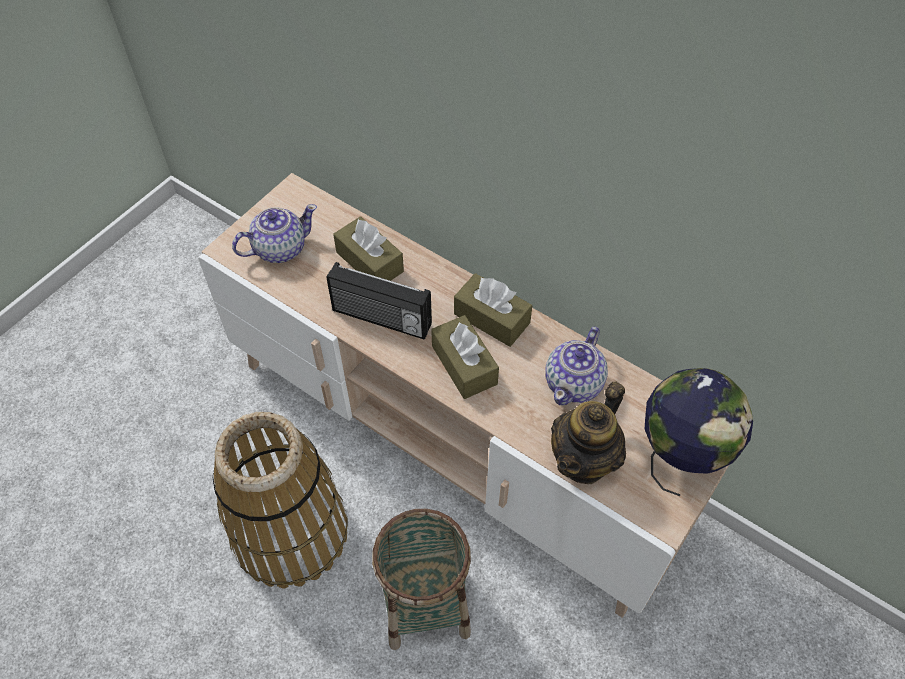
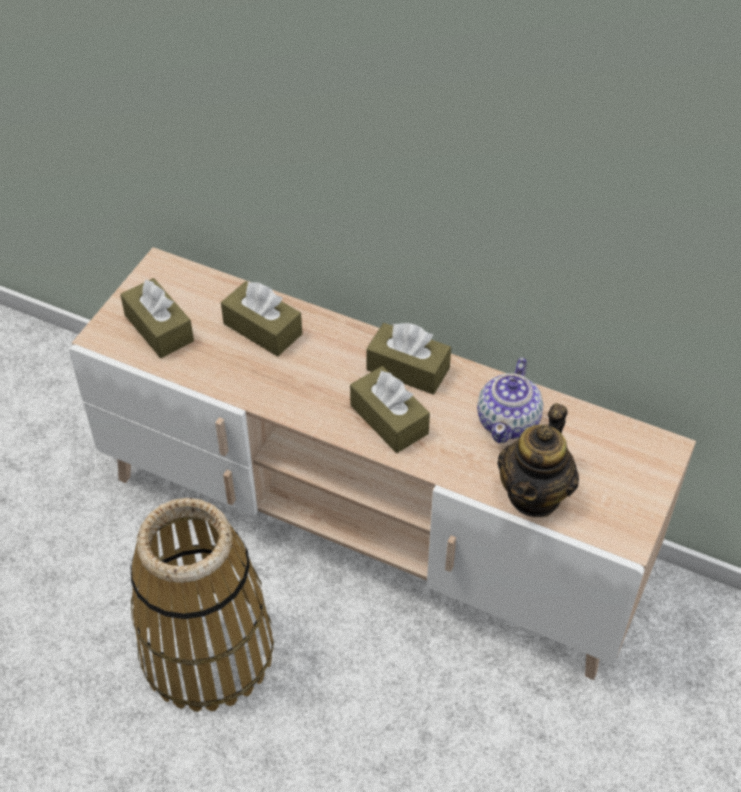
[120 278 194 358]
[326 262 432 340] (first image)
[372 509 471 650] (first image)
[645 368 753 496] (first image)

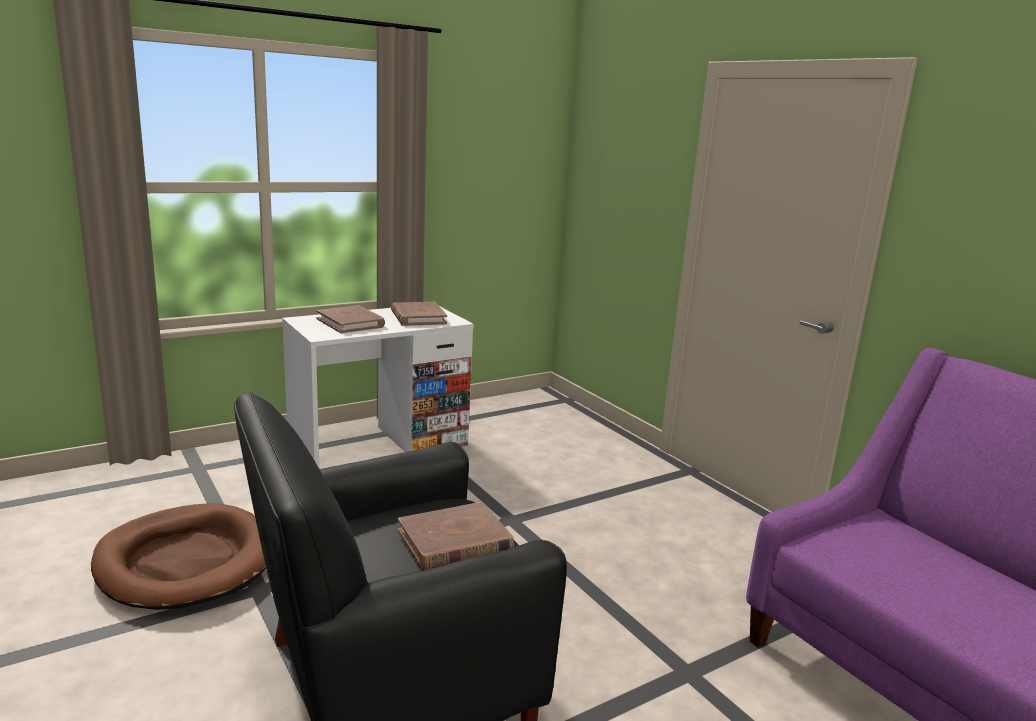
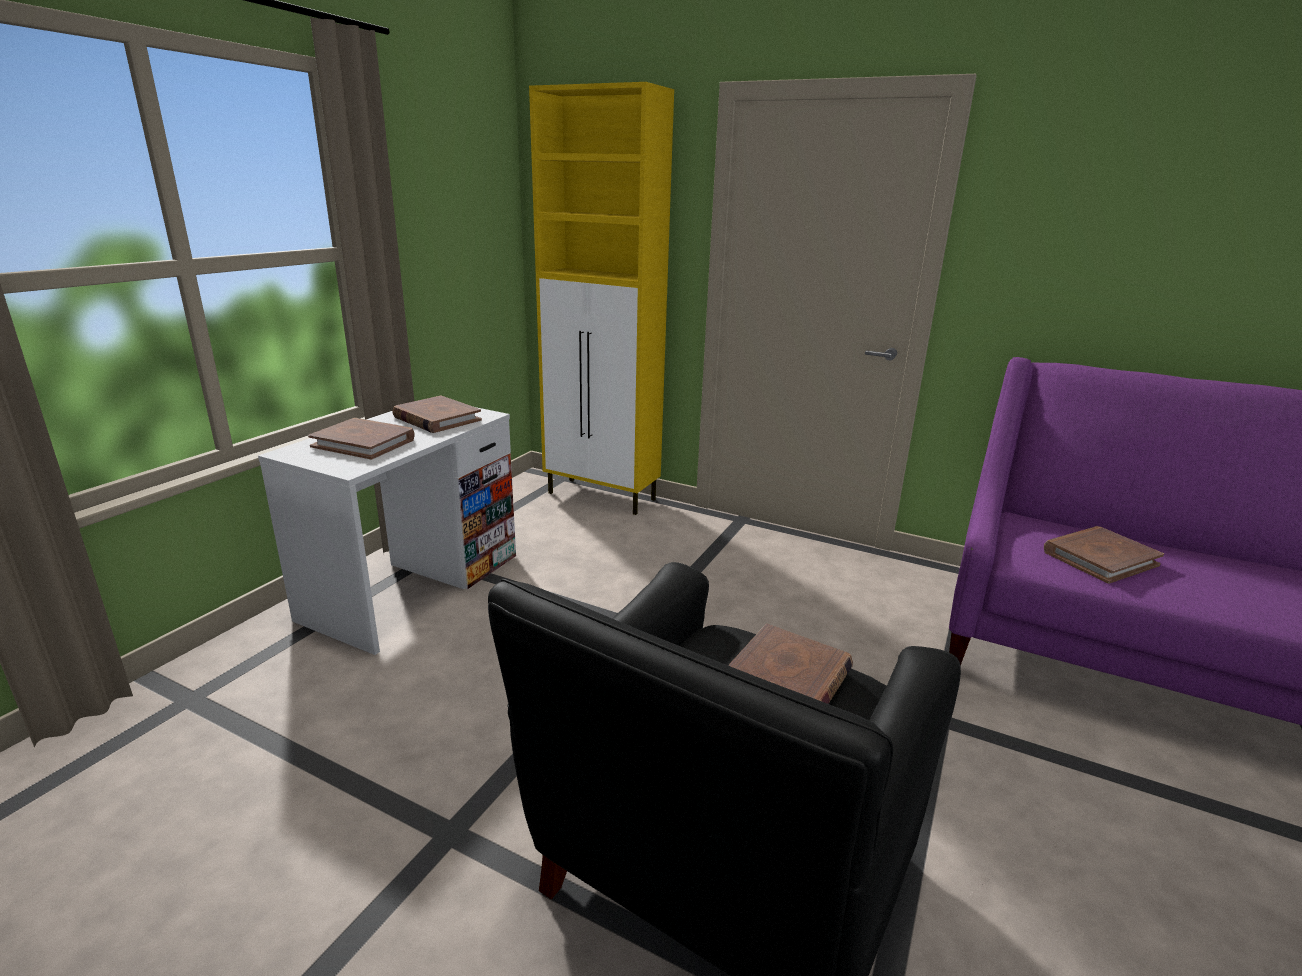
[91 503 266 610] (first image)
[529 82 674 515]
[1044 526 1164 584]

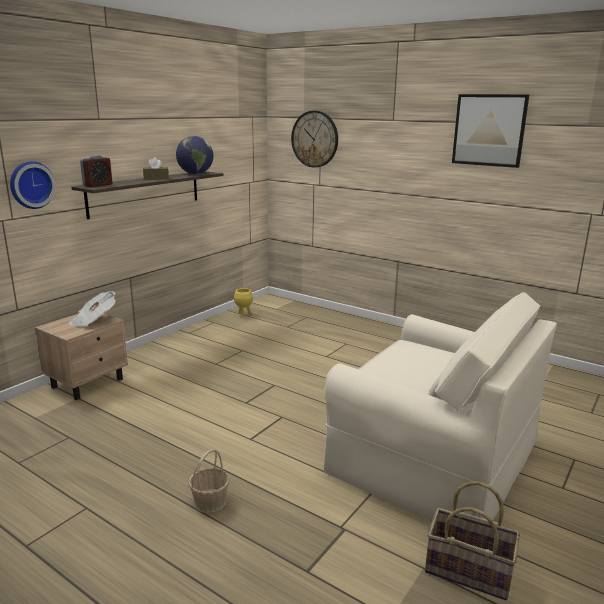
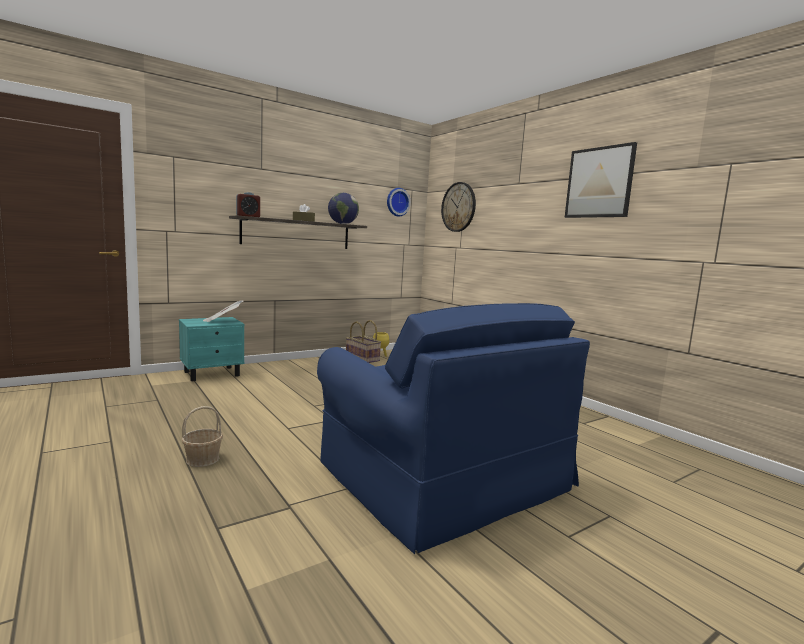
[387 188 411 216]
[179 317 244 381]
[317 303 590 554]
[346 320 381 363]

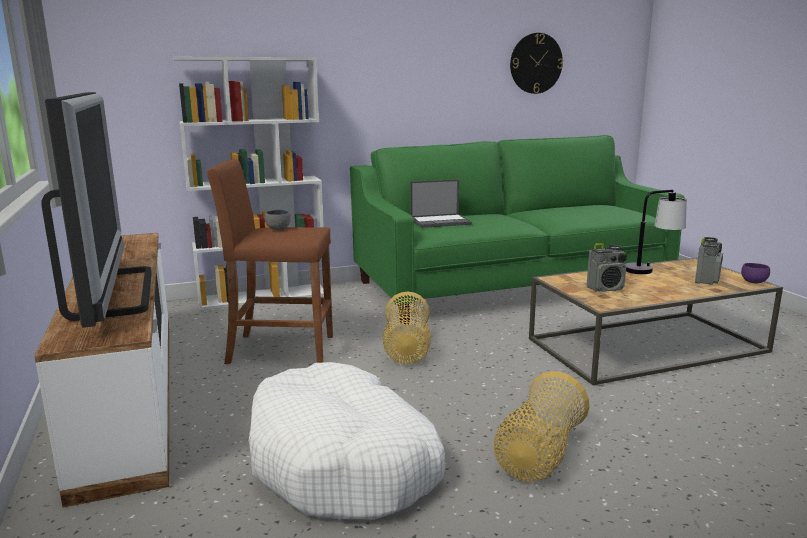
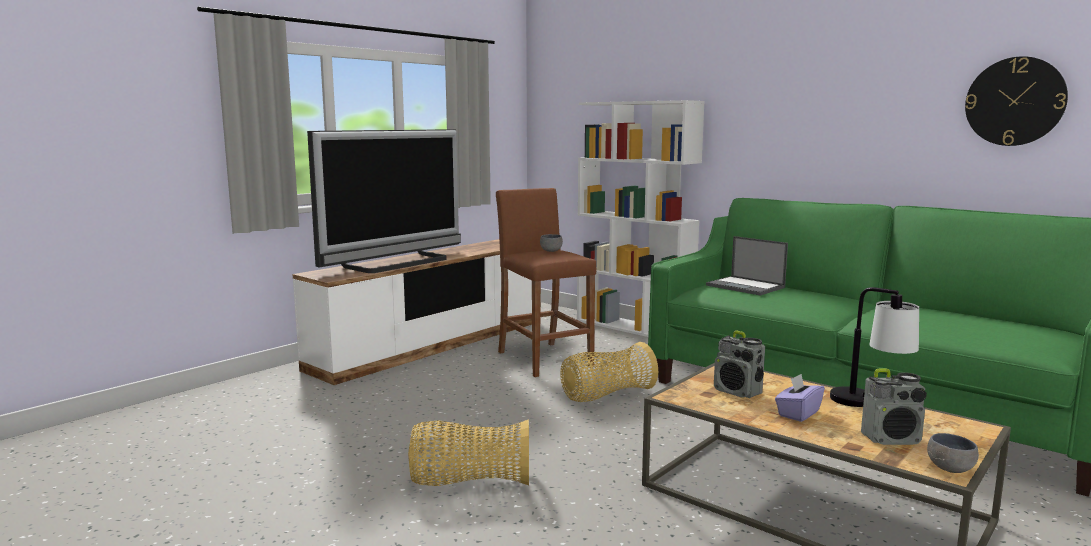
[248 362 445 519] (first image)
[927 433 979 473]
[775 374 825 422]

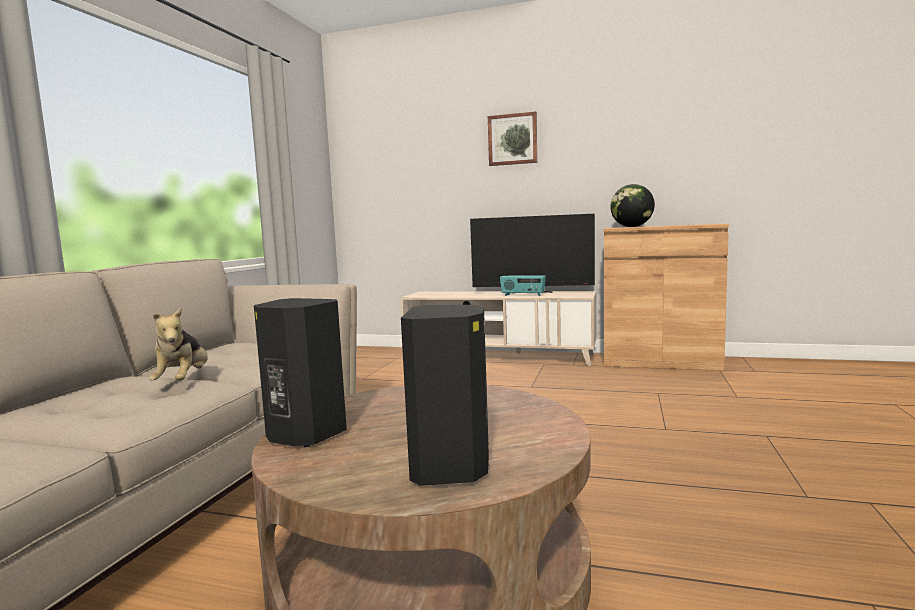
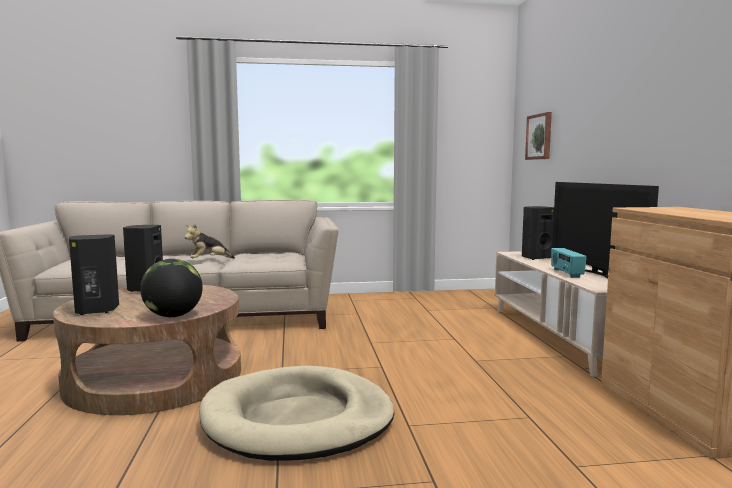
[525 112 552 160]
[140 259 203 317]
[199 366 394 461]
[522 206 554 260]

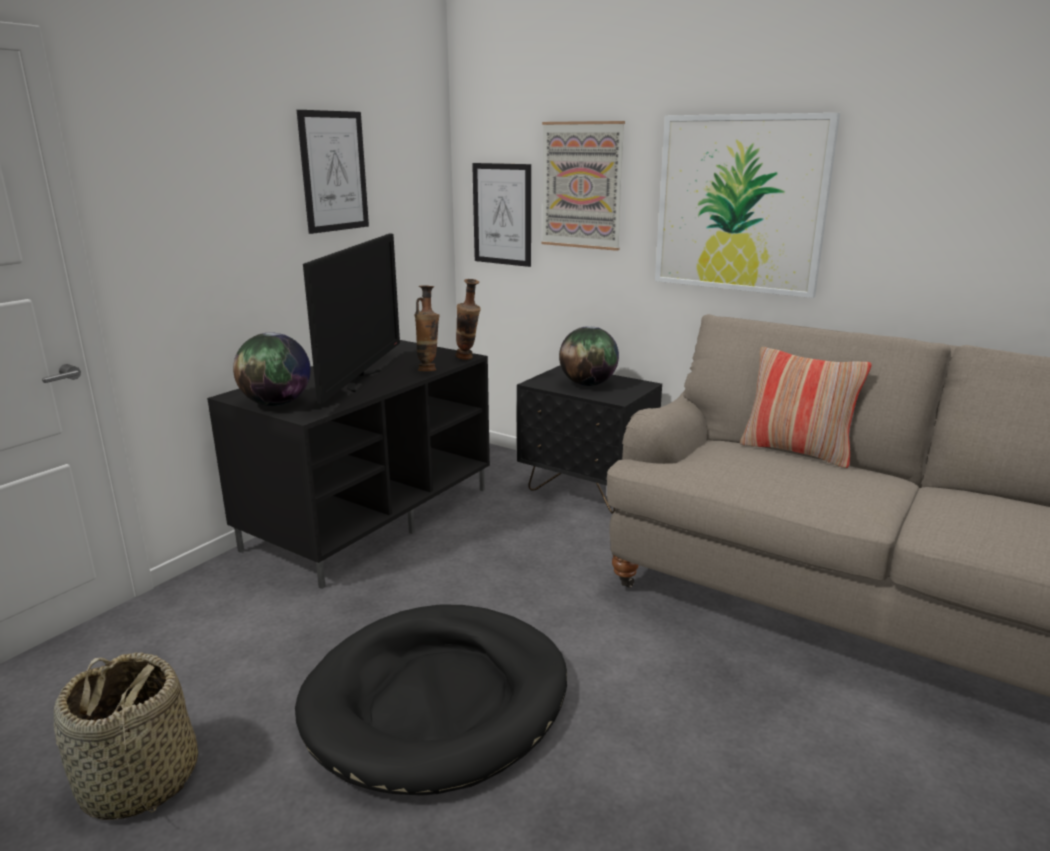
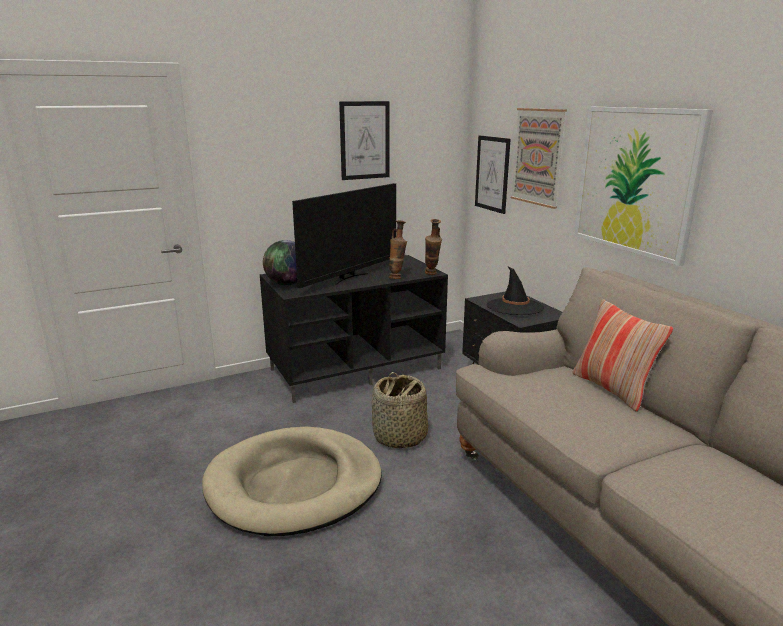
[372 372 428 448]
[202 427 382 536]
[487 266 544 315]

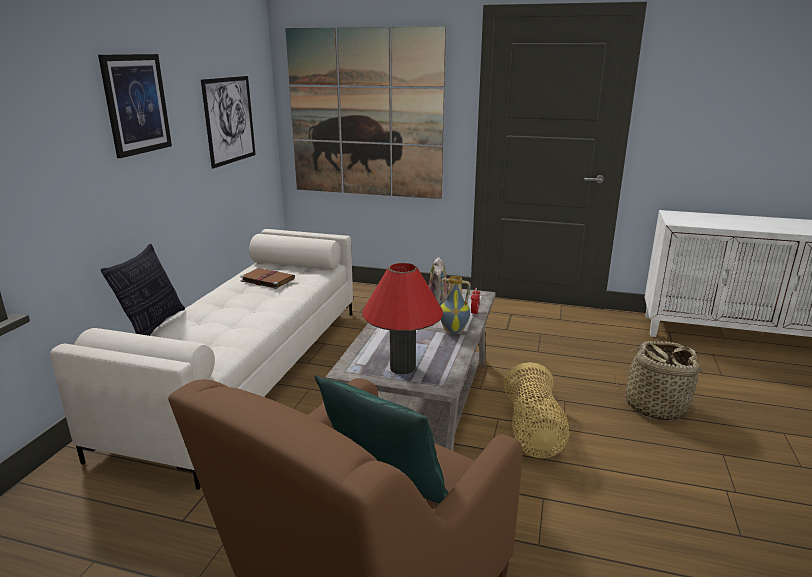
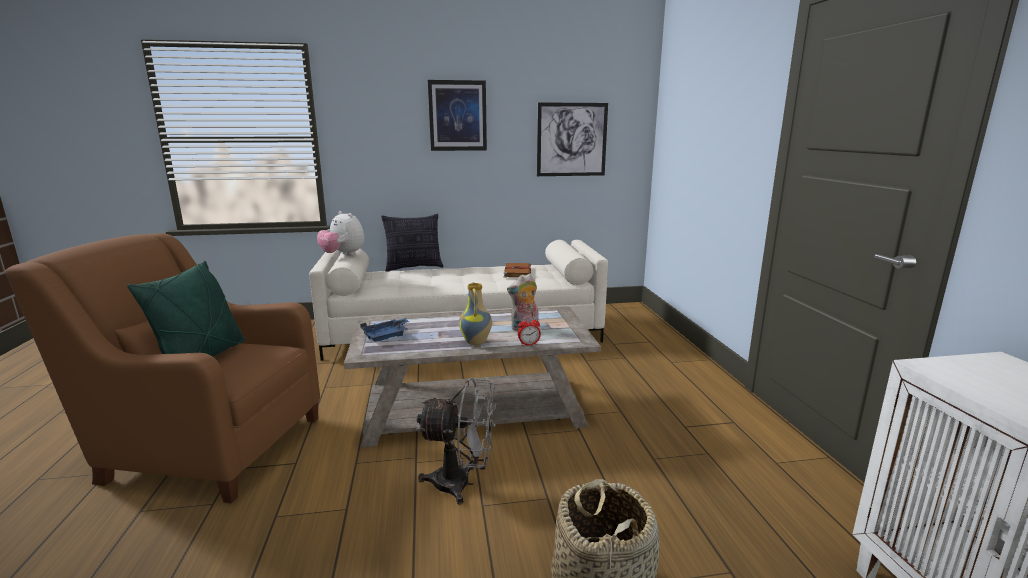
[285 27 446 199] (first image)
[360 319 409 342]
[417 378 496 505]
[317 211 365 256]

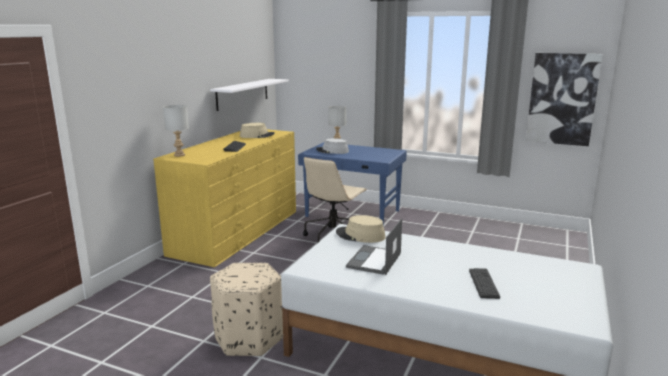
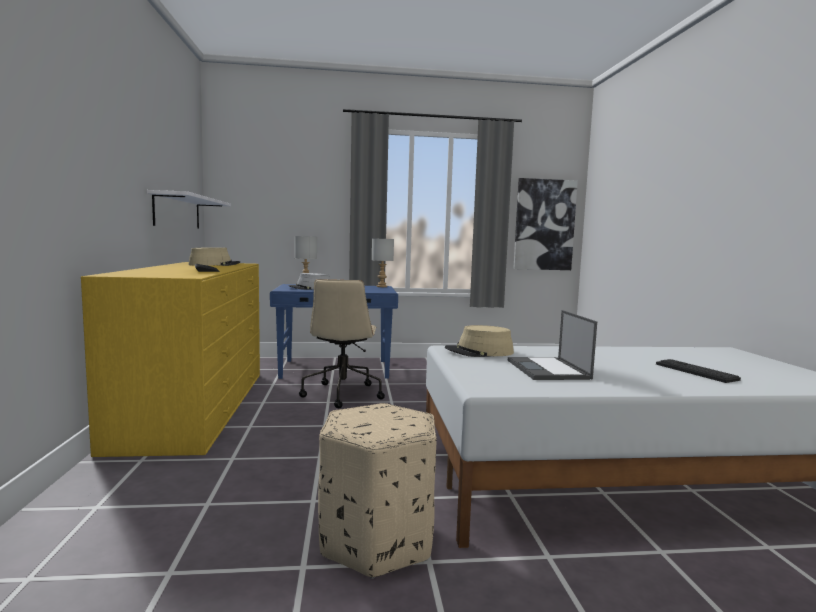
[372 238 394 287]

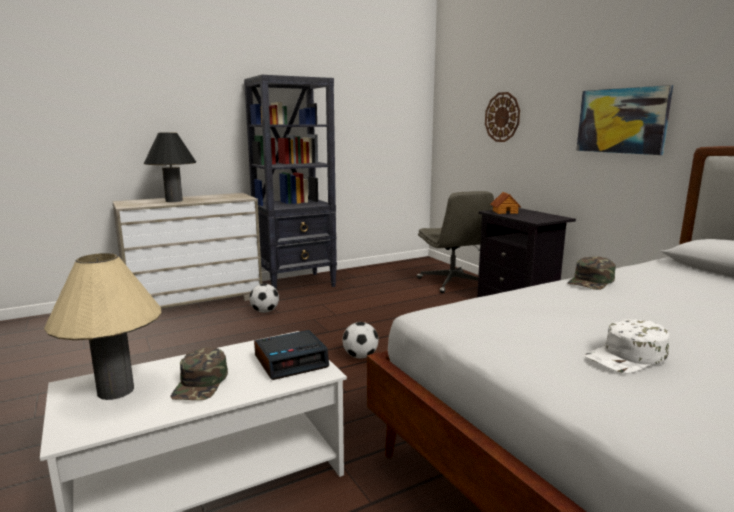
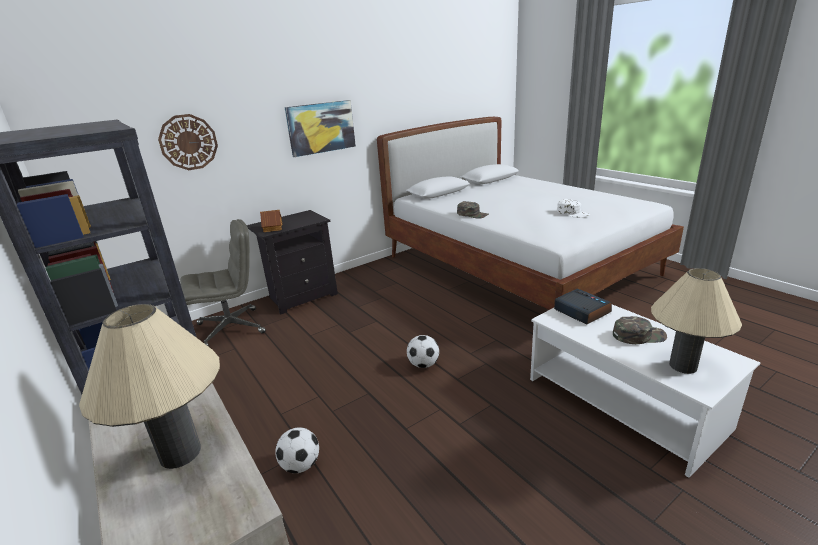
[79 304 220 469]

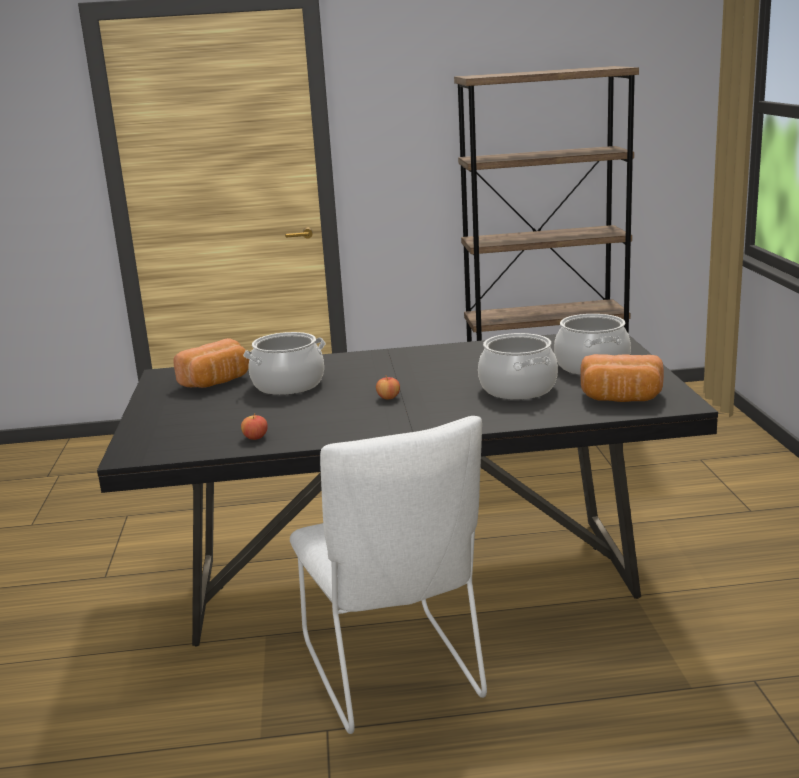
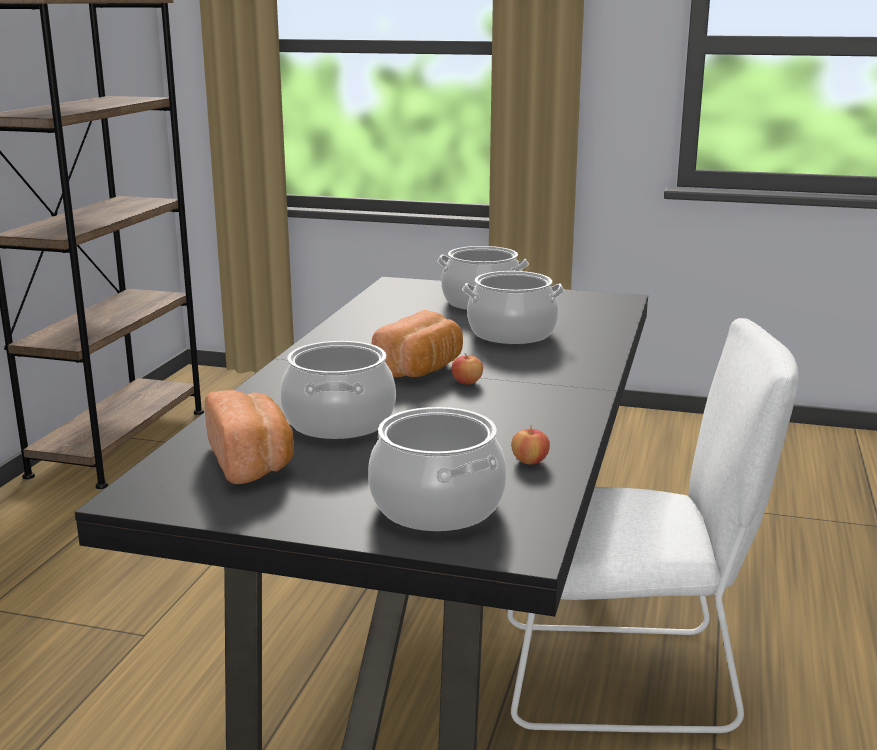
[372 310 463 377]
[368 407 507 531]

